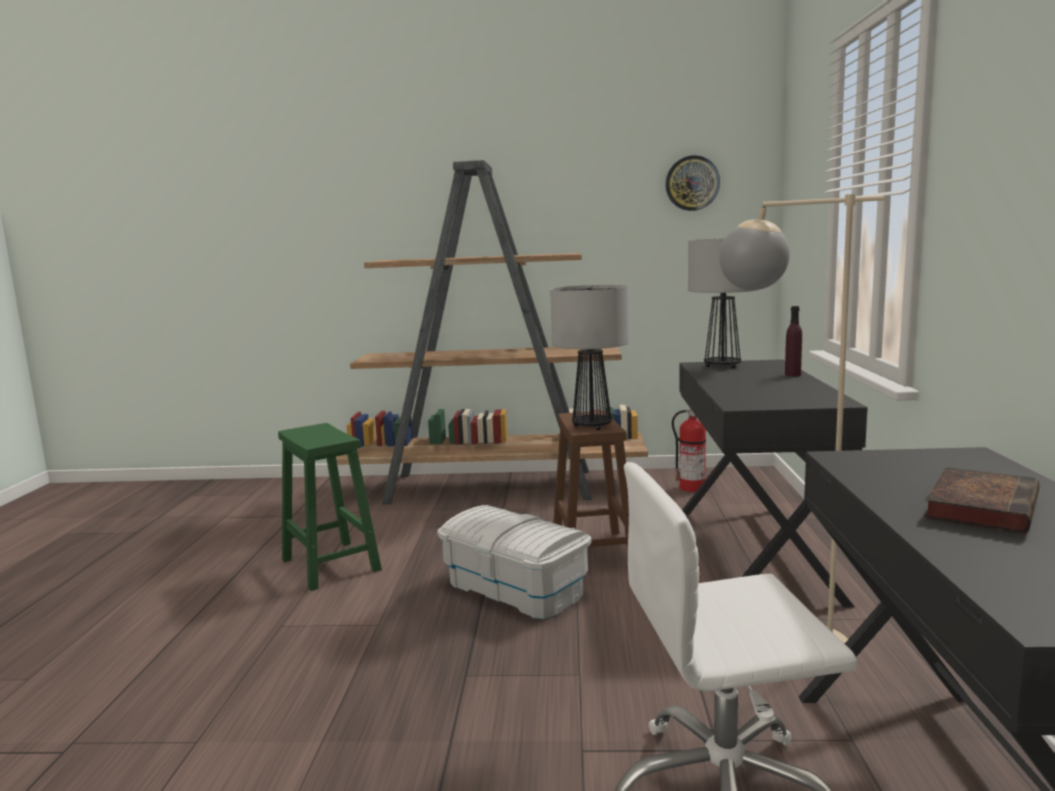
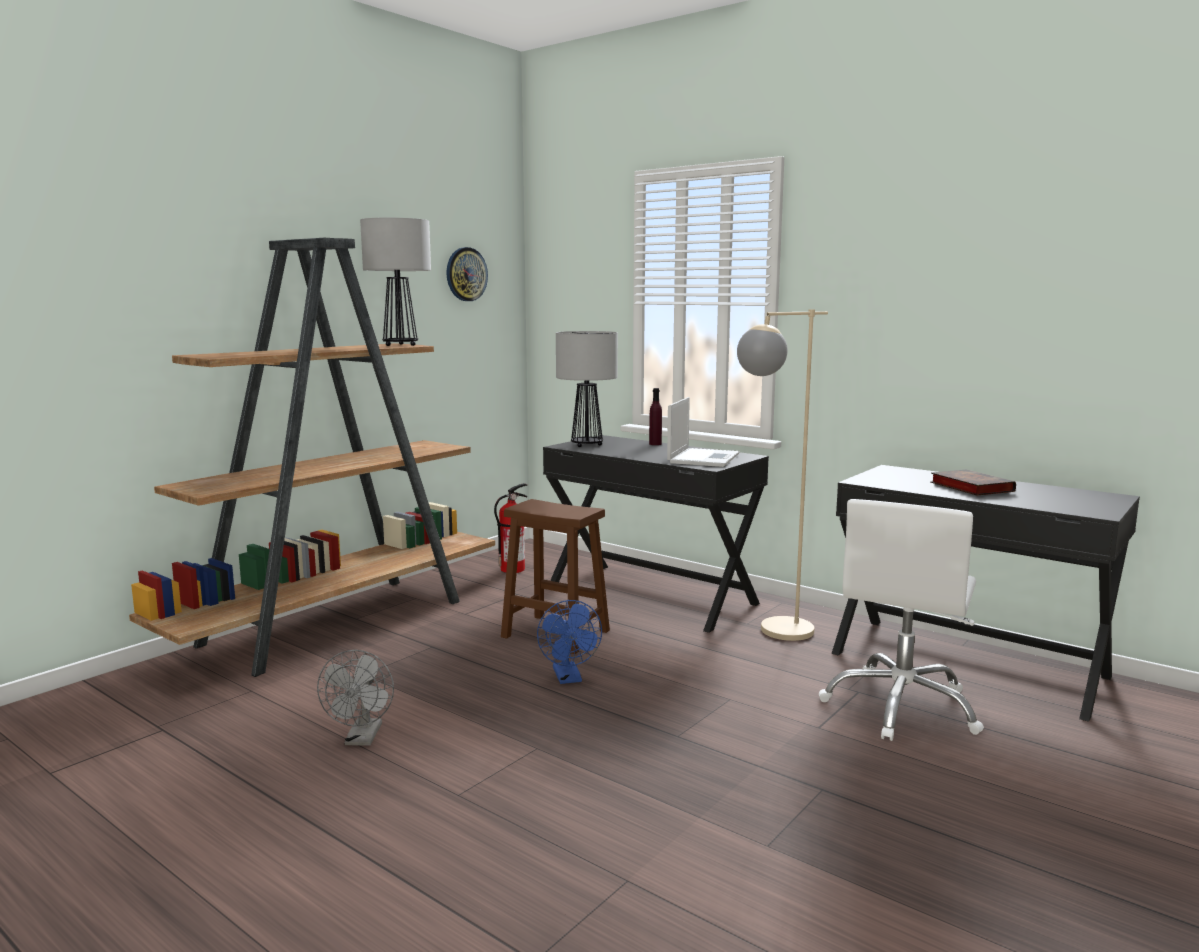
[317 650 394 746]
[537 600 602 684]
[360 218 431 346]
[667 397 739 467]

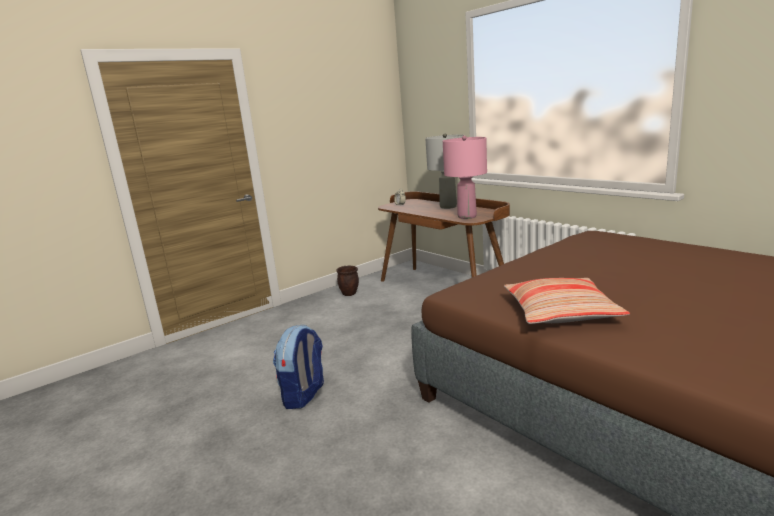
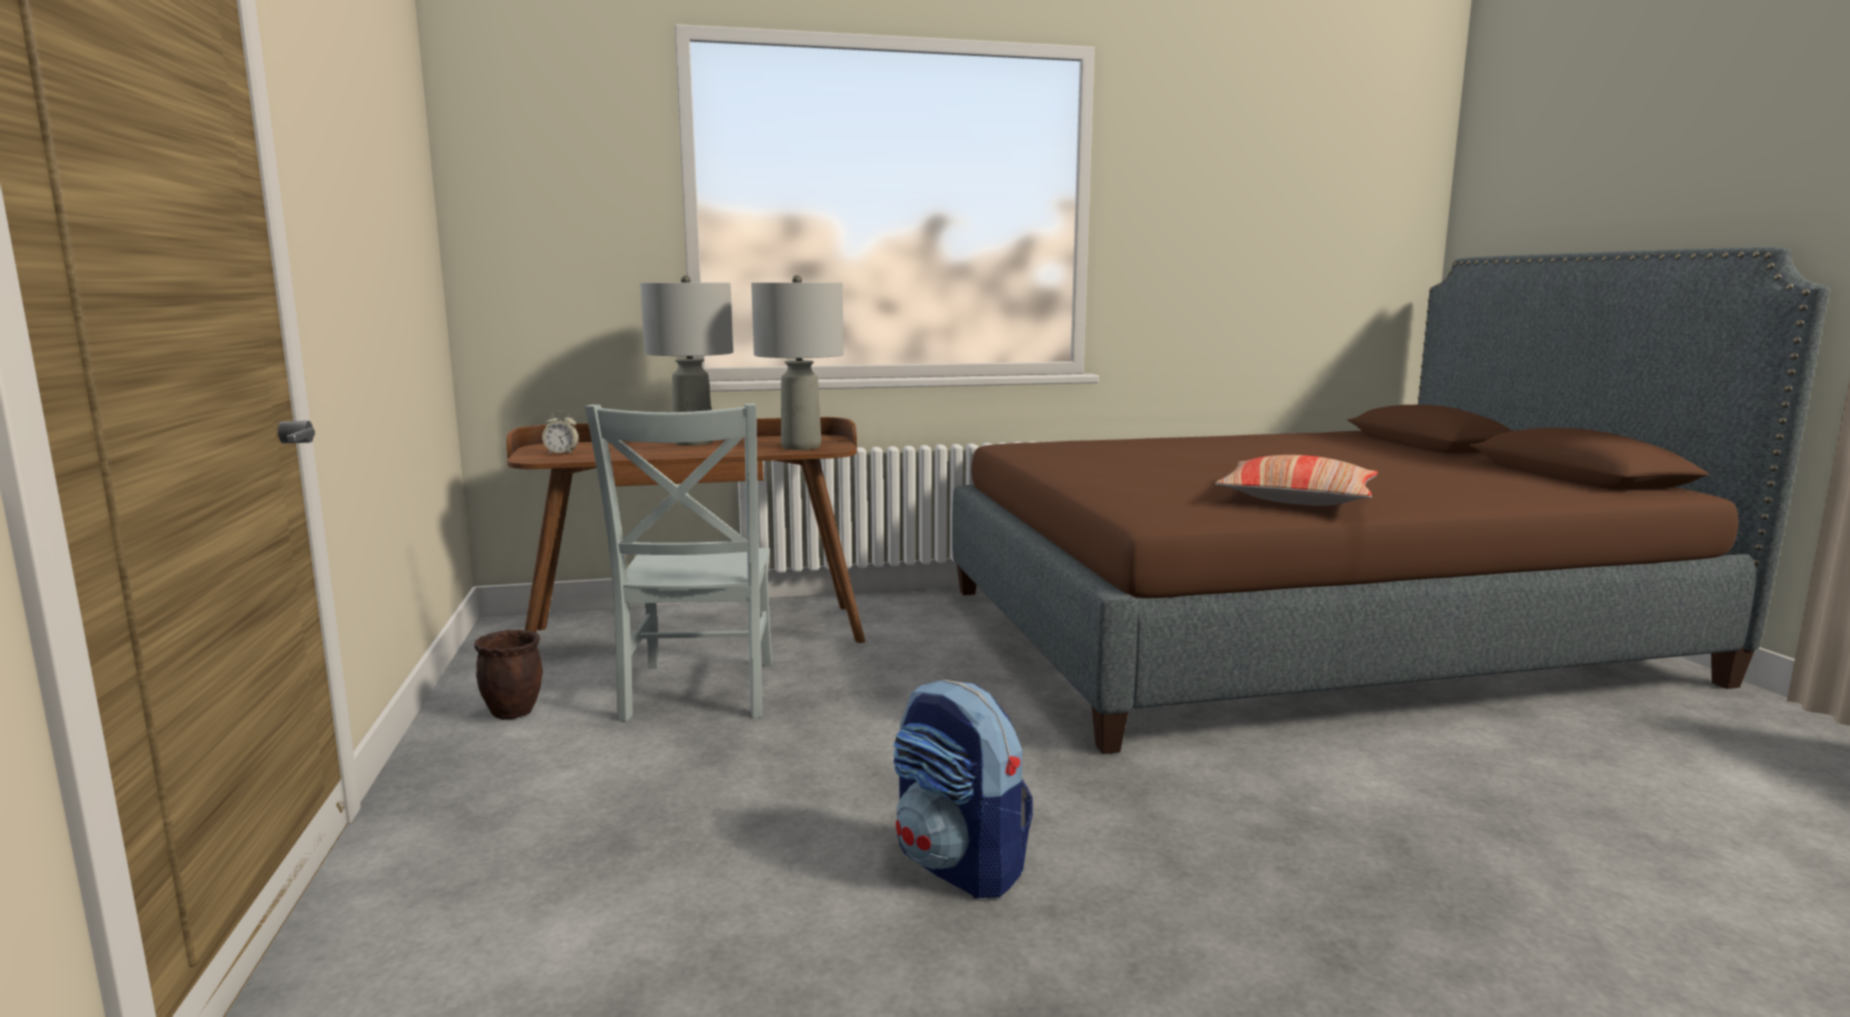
[751 275 844 450]
[585 403 772 722]

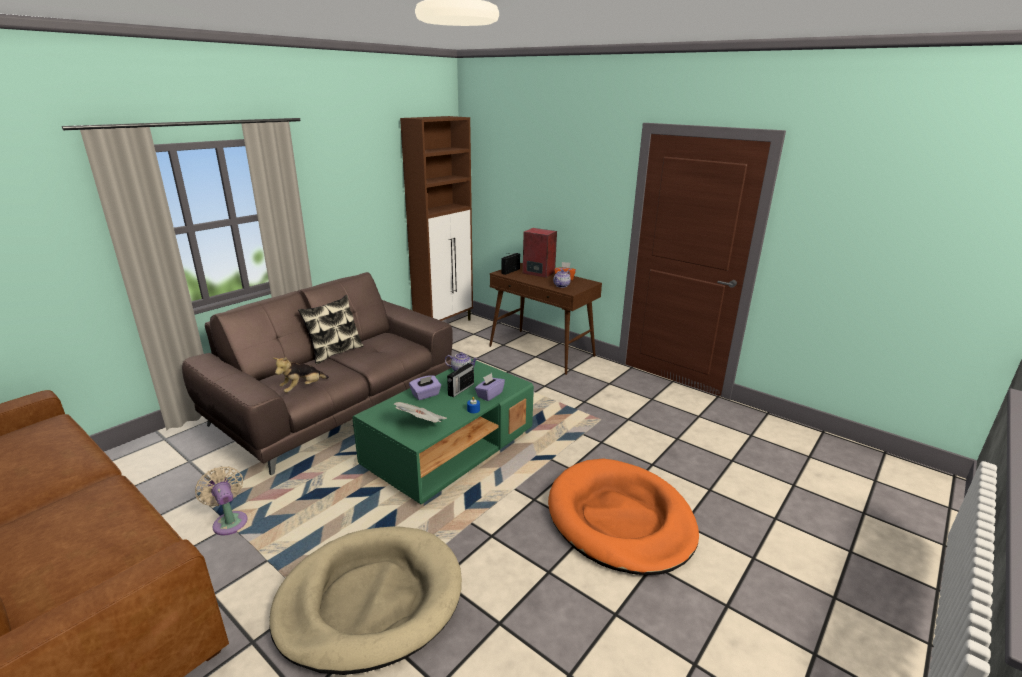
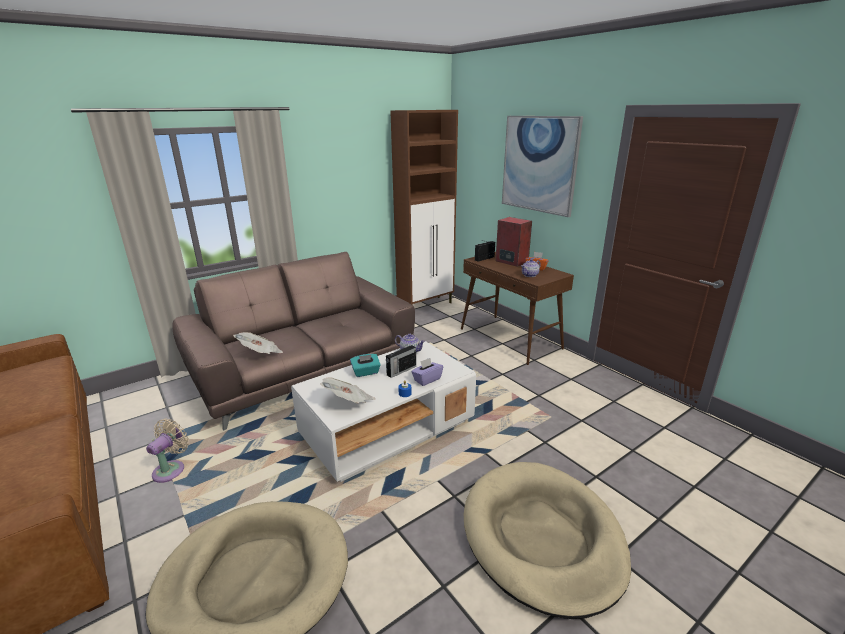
[146 419 189 483]
[233 332 283 354]
[298 295 364 364] (first image)
[291 341 476 482]
[350 354 381 377]
[464 462 631 619]
[502 116 583 217]

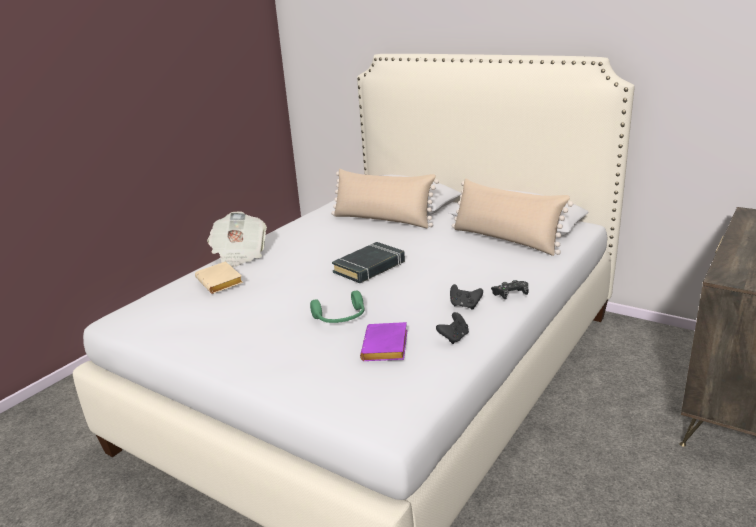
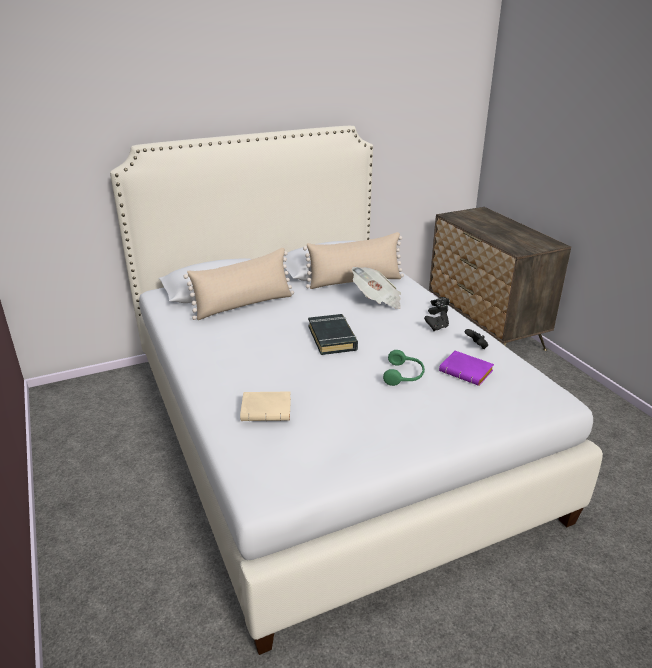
[352 267 401 309]

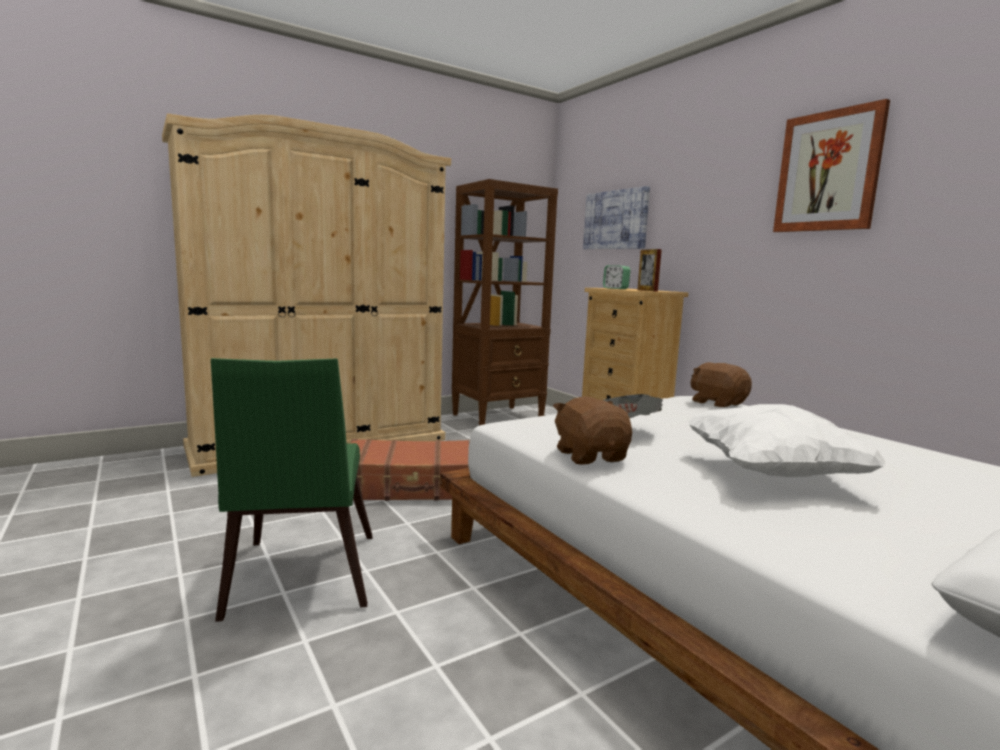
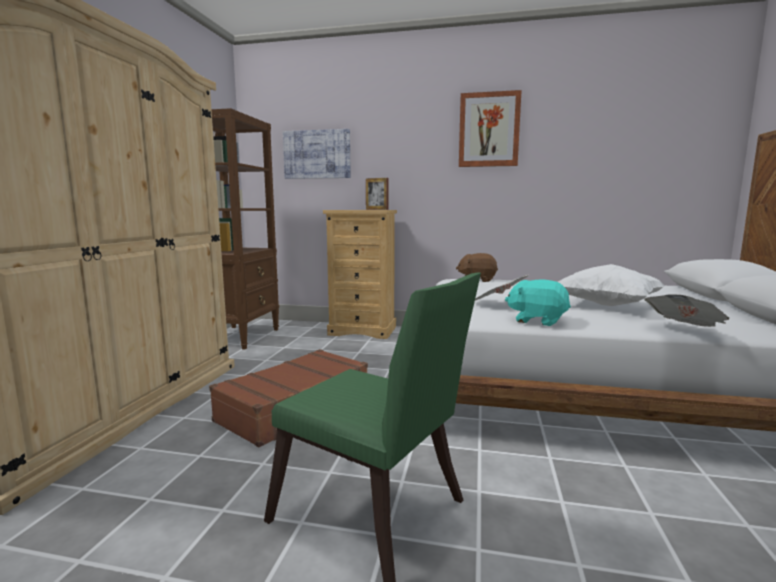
[505 279 571 326]
[603 265 630 289] (first image)
[645 294 730 327]

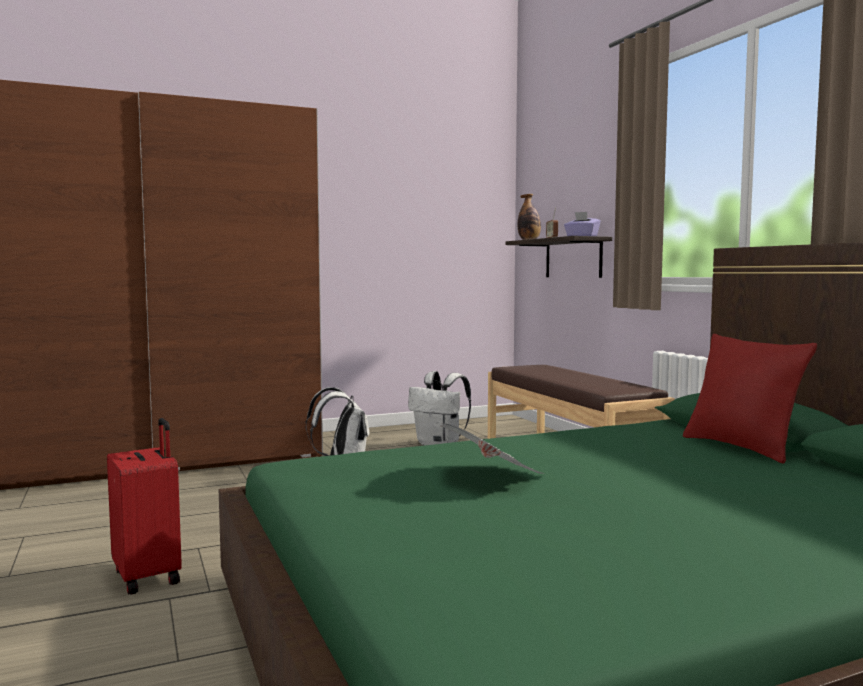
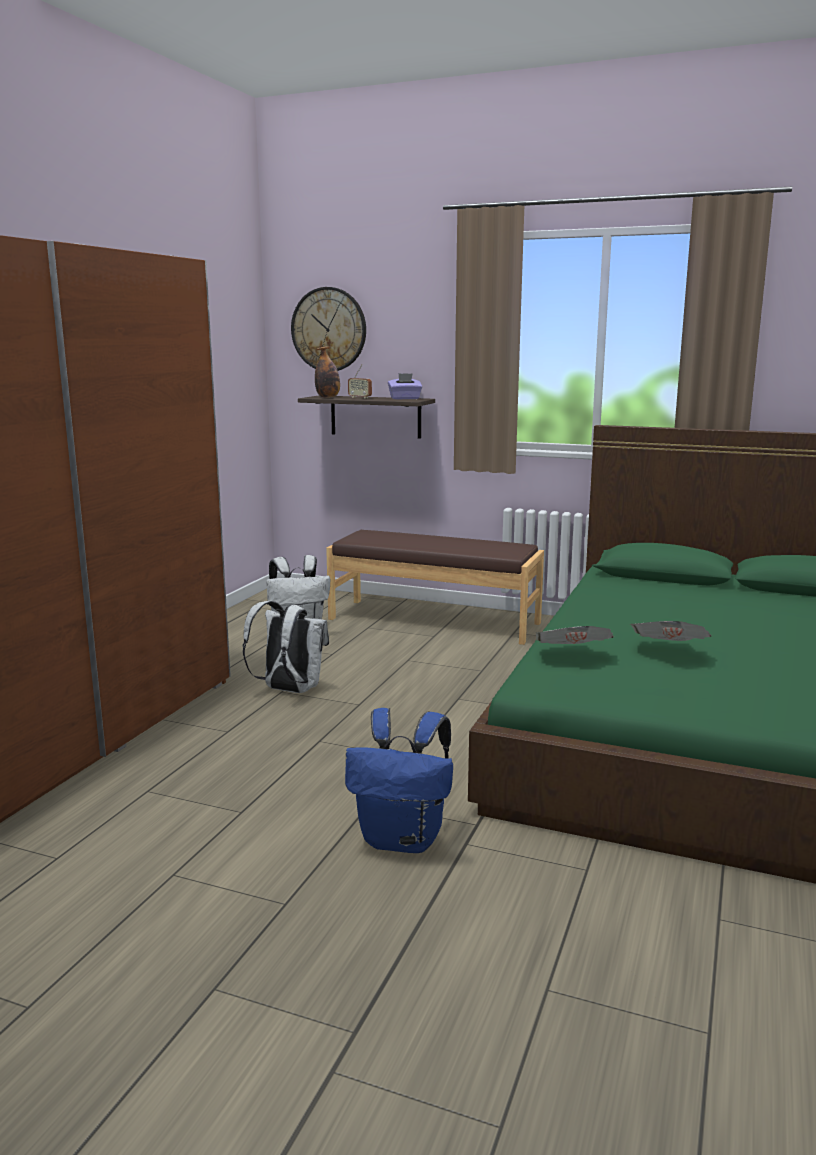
[345 708 453 853]
[683 334 817 464] (first image)
[291 287 366 371]
[536 626 614 644]

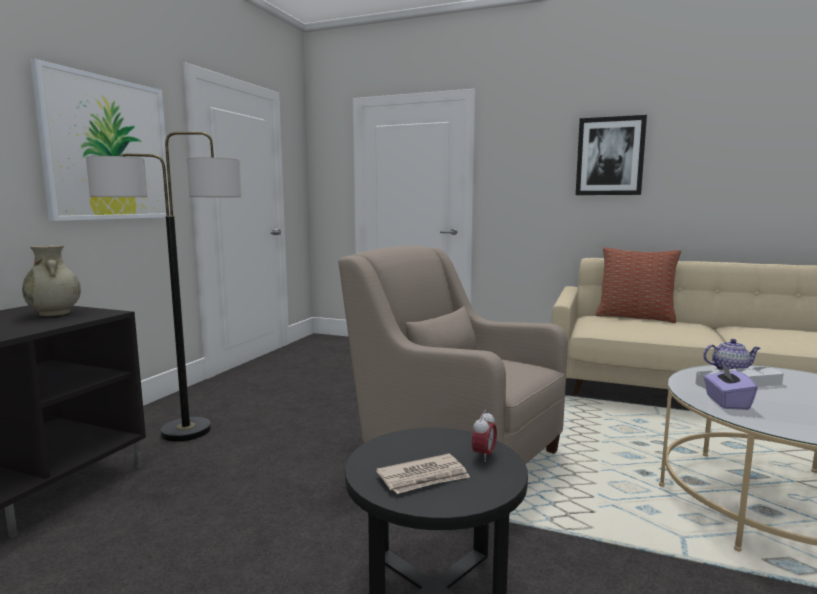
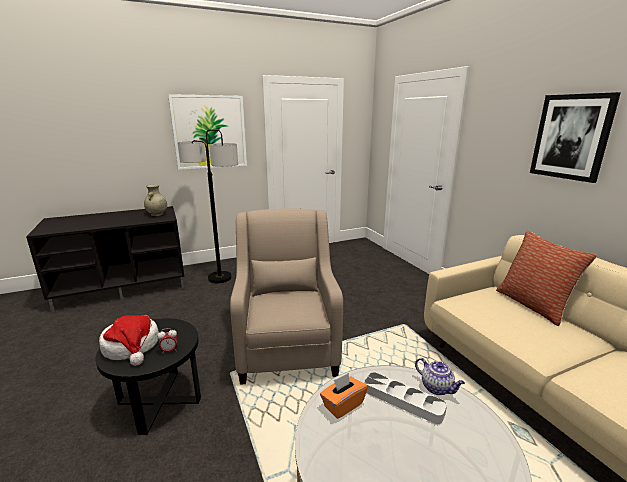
[99 315 159 366]
[320 373 368 419]

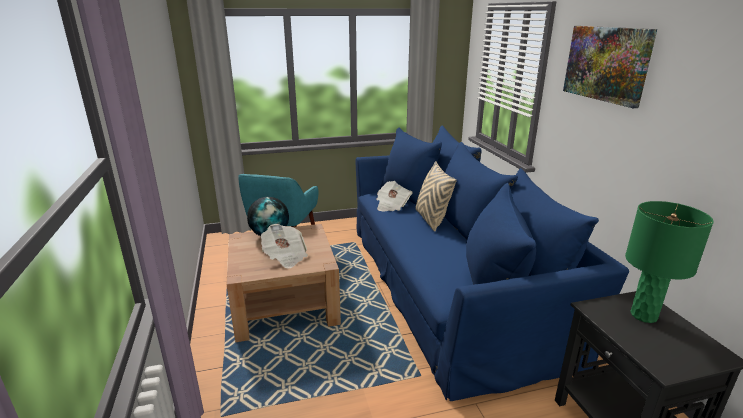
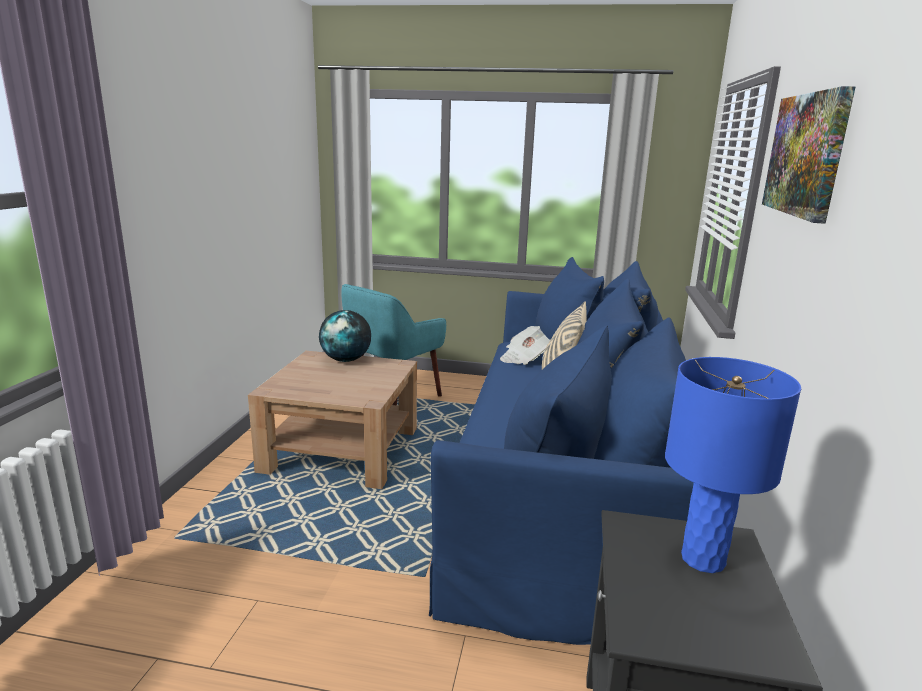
[261 224 308 269] (first image)
[665 357 801 573]

